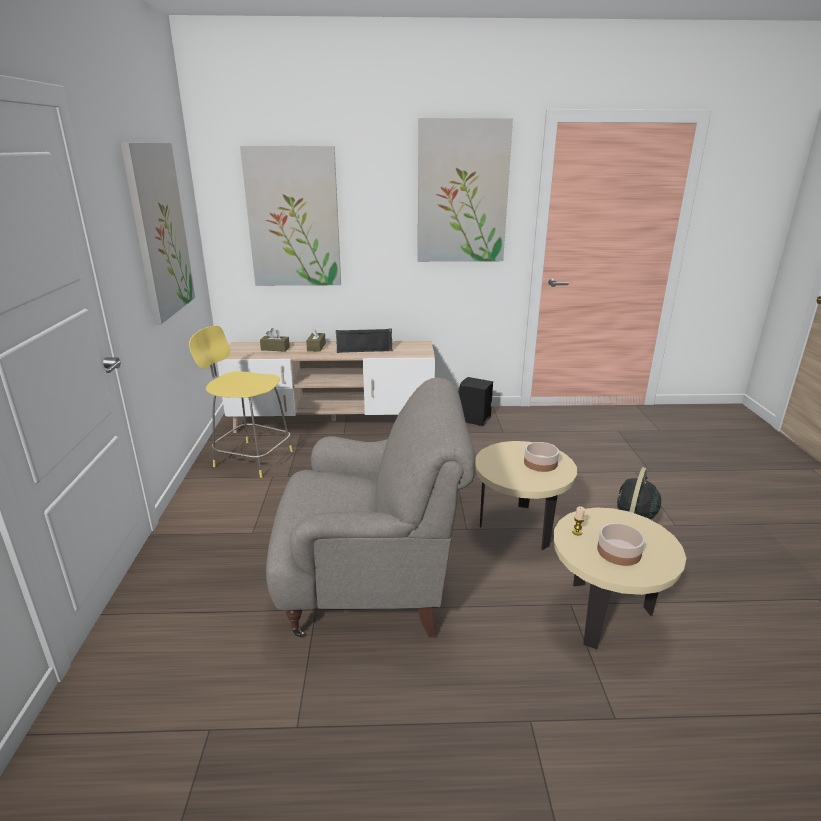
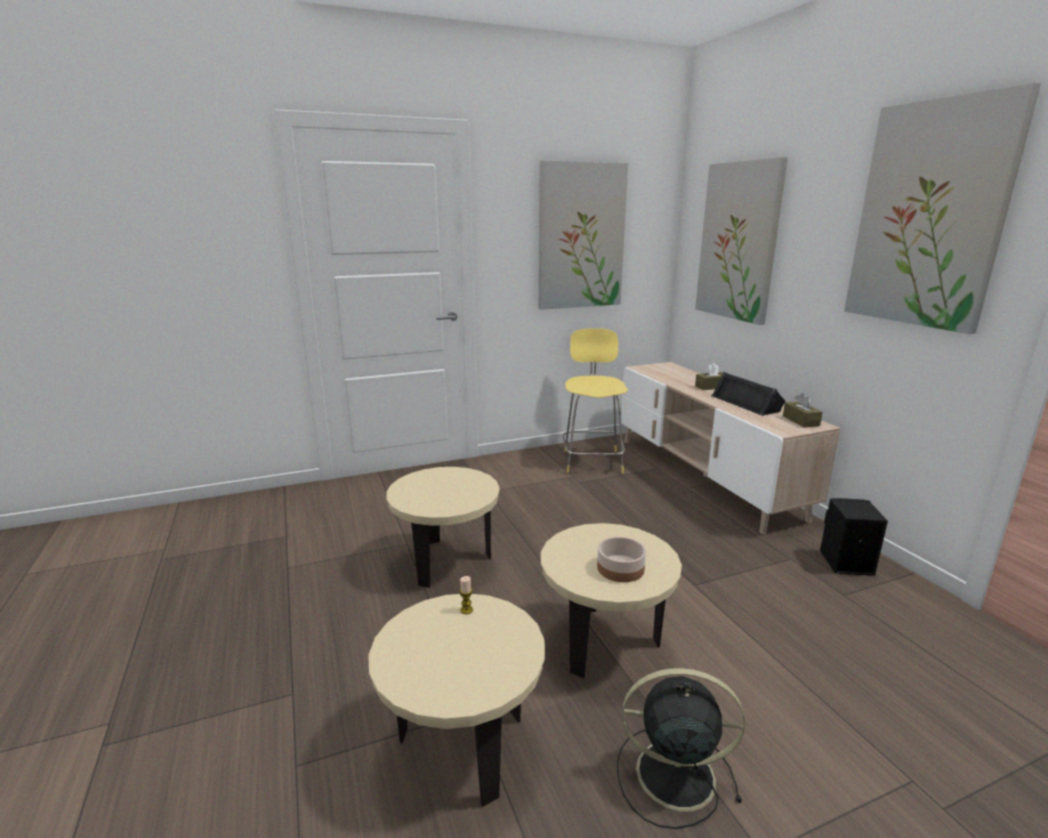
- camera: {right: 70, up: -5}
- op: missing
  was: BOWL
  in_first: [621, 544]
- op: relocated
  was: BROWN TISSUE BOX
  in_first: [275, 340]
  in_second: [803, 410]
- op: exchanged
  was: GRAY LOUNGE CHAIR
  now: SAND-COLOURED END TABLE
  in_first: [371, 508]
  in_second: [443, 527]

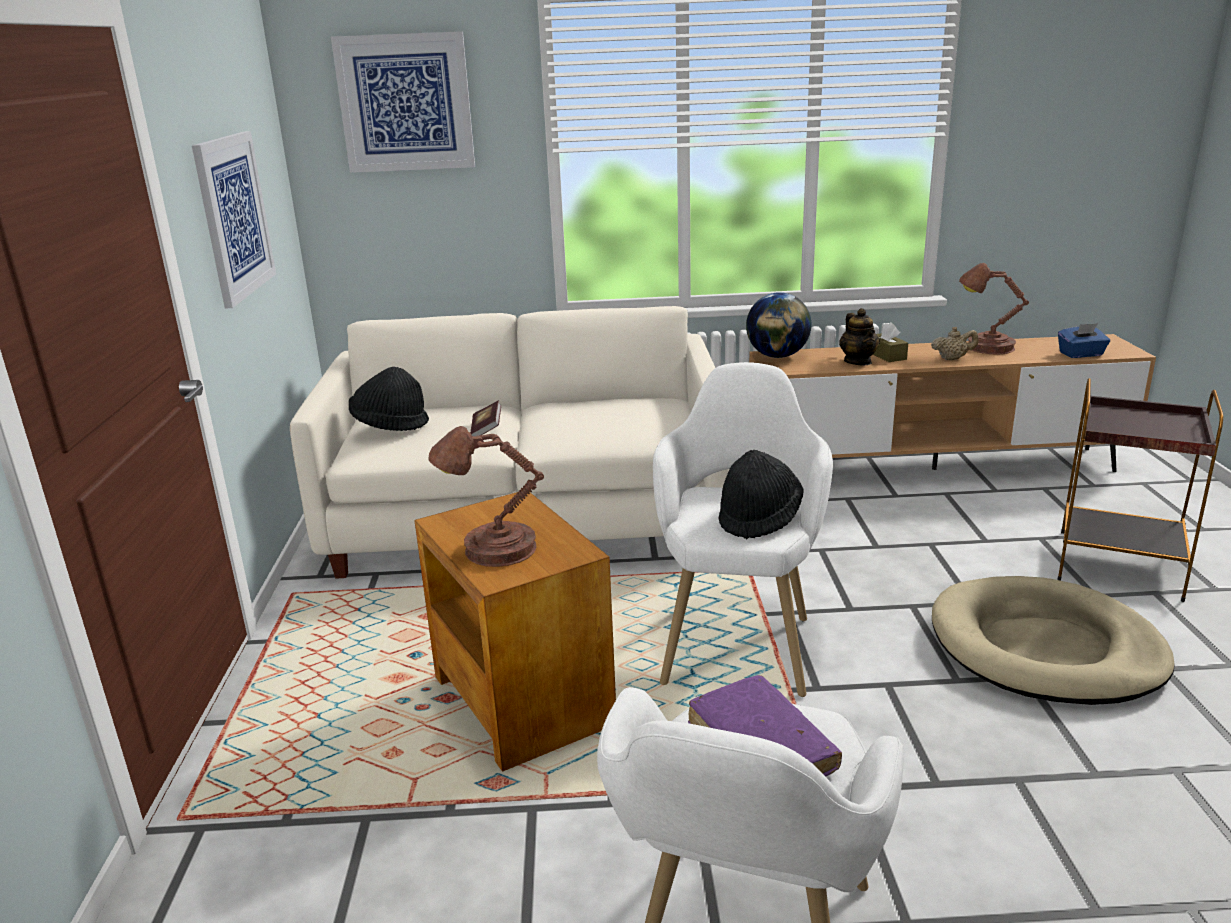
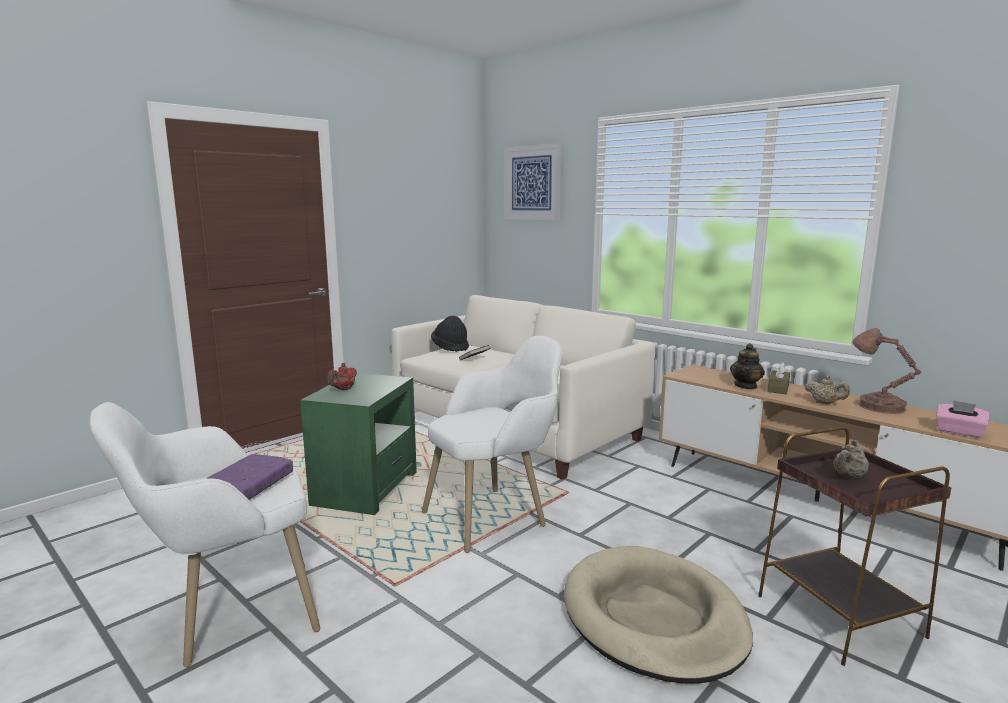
- camera: {right: 45, up: -10}
- op: missing
  was: WALL PICTURE
  in_first: [234, 220]
- op: missing
  was: BLACK HAT
  in_first: [760, 494]
- op: missing
  was: DESK GLOBE
  in_first: [778, 325]
- op: appeared
  now: SAND-COLOURED TEAPOT
  in_second: [851, 459]
- op: exchanged
  was: BROWN TABLE LAMP
  now: RED TEAPOT
  in_first: [486, 496]
  in_second: [342, 376]
- op: colour
  was: BROWN END TABLE
  now: GREEN-COLOURED END TABLE
  in_first: [515, 632]
  in_second: [358, 444]
- op: colour
  was: BLUISH TISSUE BOX
  now: PINKISH TISSUE BOX
  in_first: [1084, 340]
  in_second: [963, 419]

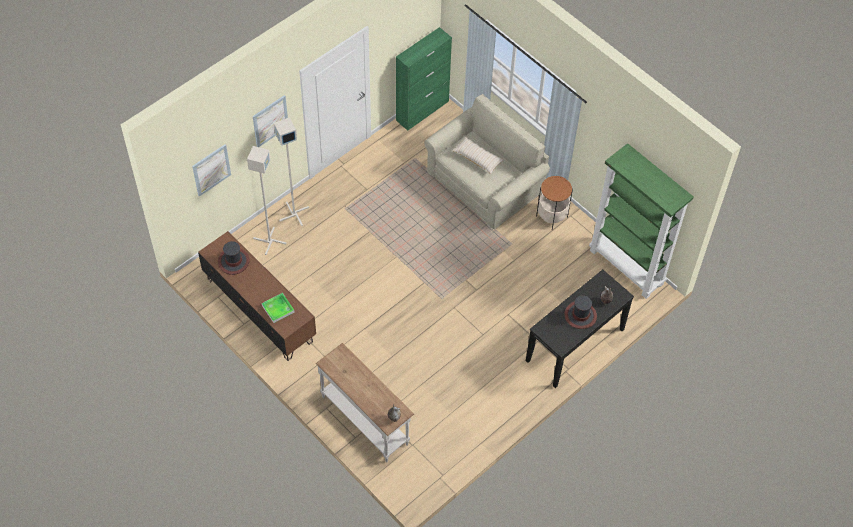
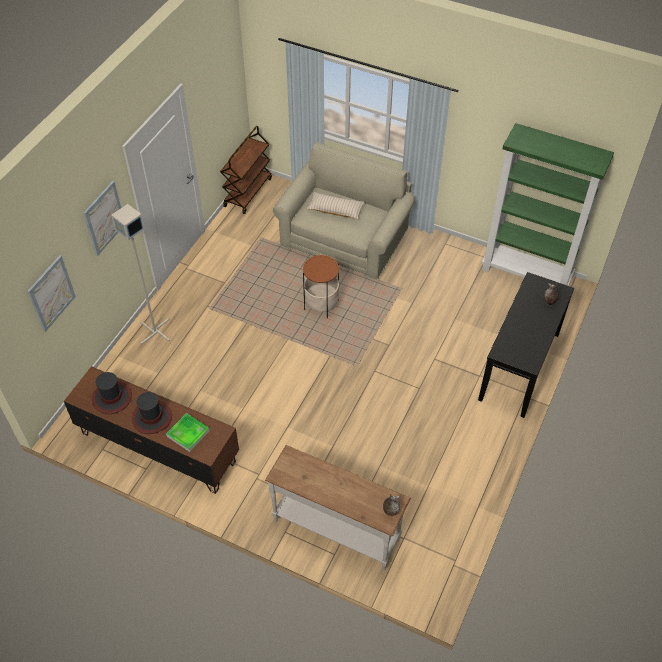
- camera: {right: -20, up: -5}
- op: missing
  was: GRAY STANDARD LAMP
  in_first: [267, 200]
- op: relocated
  was: END TABLE
  in_first: [554, 202]
  in_second: [321, 286]
- op: relocated
  was: HAT
  in_first: [580, 312]
  in_second: [152, 413]
- op: exchanged
  was: GREEN-COLOURED CUPBOARD
  now: BROWN CART
  in_first: [424, 79]
  in_second: [246, 170]

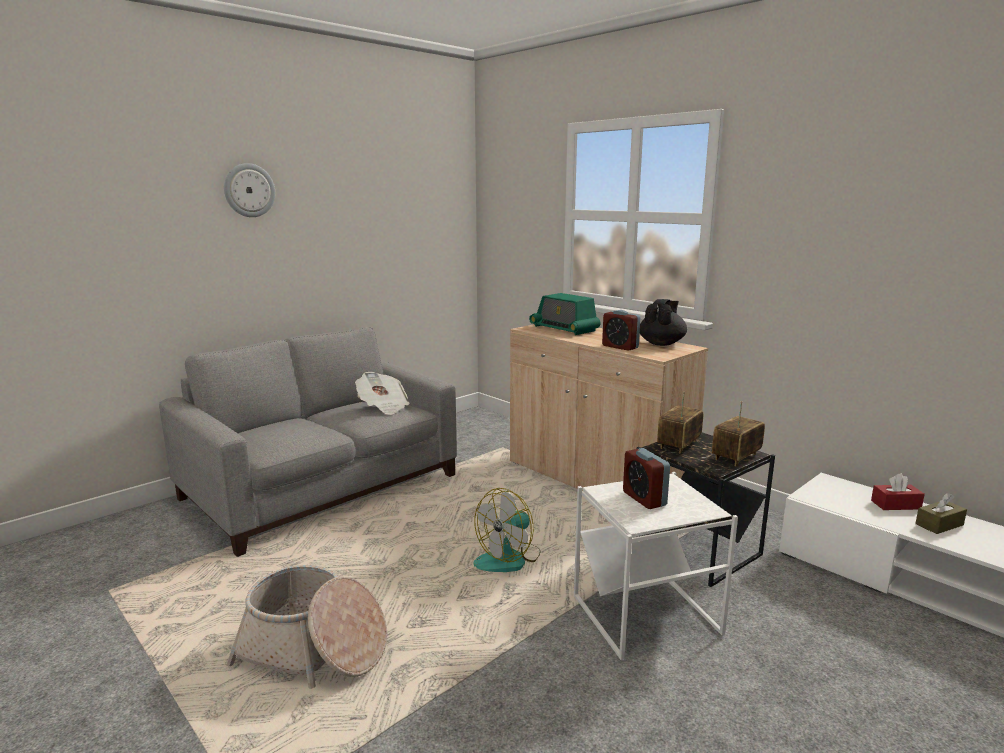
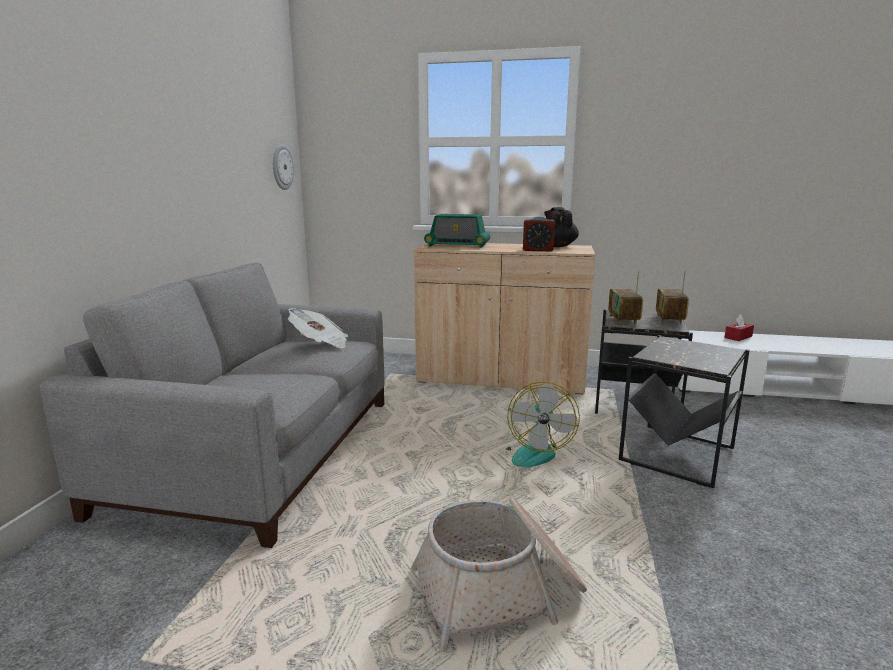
- camera: {right: -35, up: 0}
- op: missing
  was: BEDSIDE CLOCK
  in_first: [646, 478]
- op: missing
  was: BROWN TISSUE BOX
  in_first: [941, 513]
- op: relocated
  was: CLOCK ON THE WALL
  in_first: [249, 190]
  in_second: [283, 167]
- op: colour
  was: WHITE-COLOURED END TABLE
  now: BLACK END TABLE
  in_first: [656, 566]
  in_second: [684, 411]

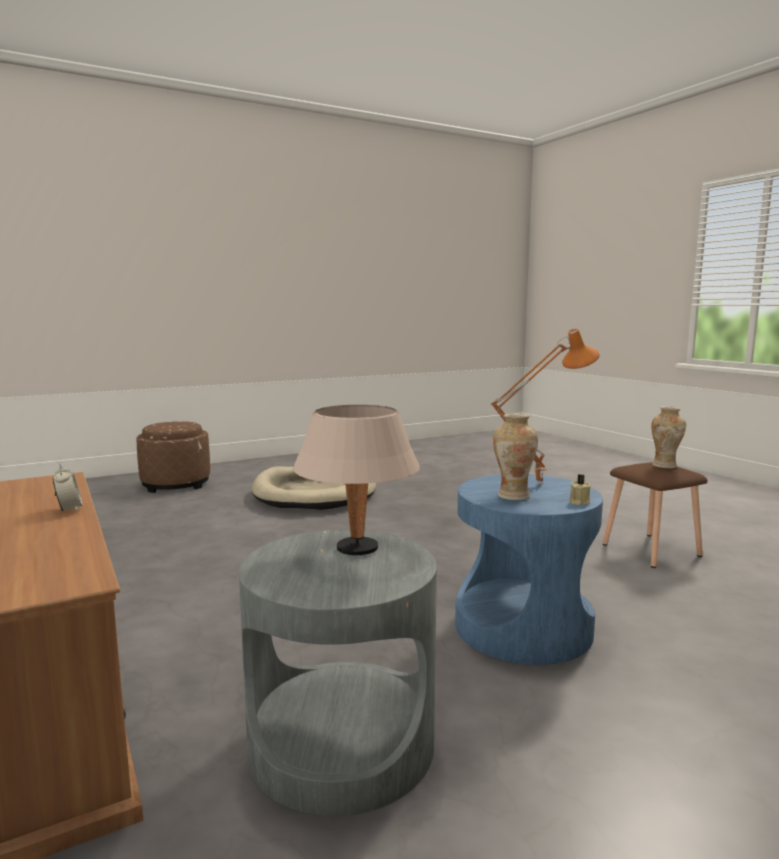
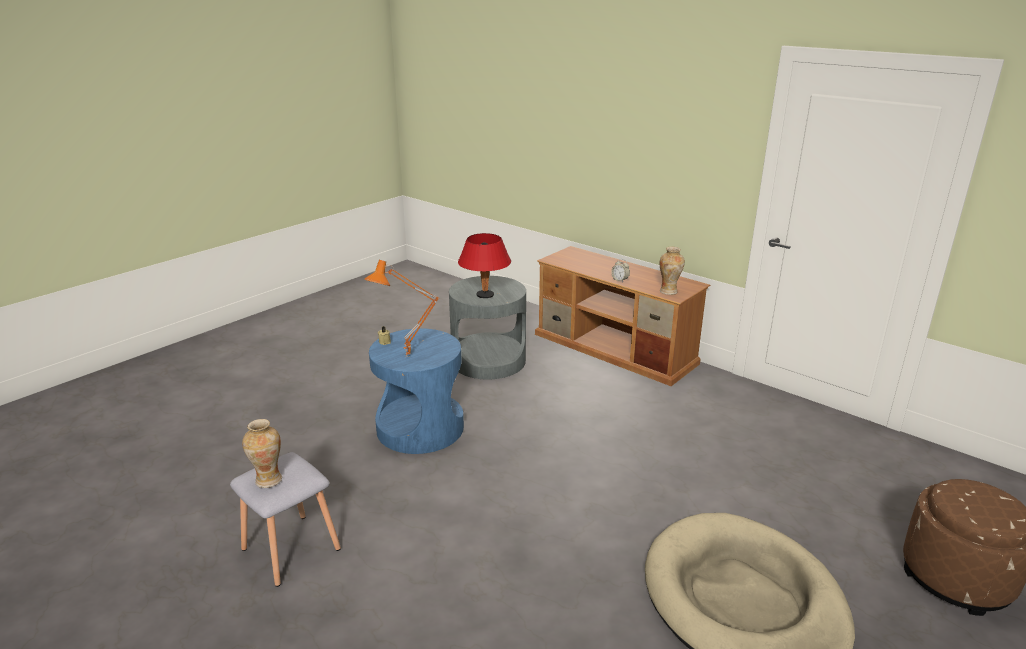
- camera: {right: 160, up: 15}
- op: relocated
  was: VASE
  in_first: [515, 457]
  in_second: [672, 271]
- op: colour
  was: SAND-COLOURED TABLE LAMP
  now: RED TABLE LAMP
  in_first: [356, 480]
  in_second: [484, 265]
- op: colour
  was: BROWN SITTING STOOL
  now: GRAY SITTING STOOL
  in_first: [655, 515]
  in_second: [285, 519]

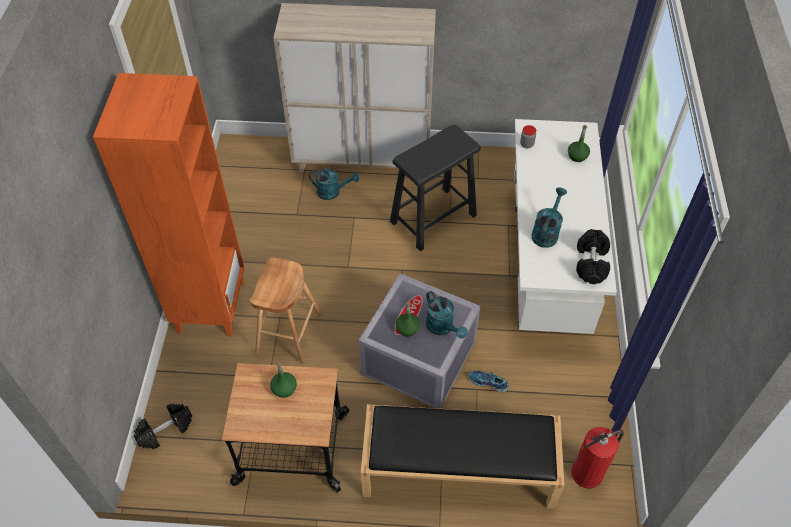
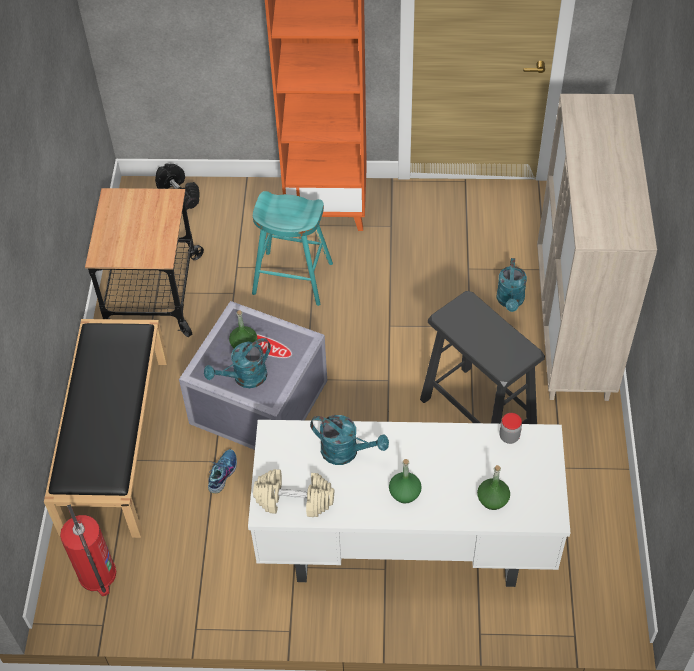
- camera: {right: 90, up: 0}
- op: relocated
  was: GREEN-COLOURED BOTTLE
  in_first: [283, 380]
  in_second: [405, 481]
- op: colour
  was: BROWN SITTING STOOL
  now: BLUE-GREEN SITTING STOOL
  in_first: [286, 310]
  in_second: [292, 248]
- op: colour
  was: BLACK DUMBBELL
  now: SAND-COLOURED DUMBBELL
  in_first: [593, 256]
  in_second: [293, 493]

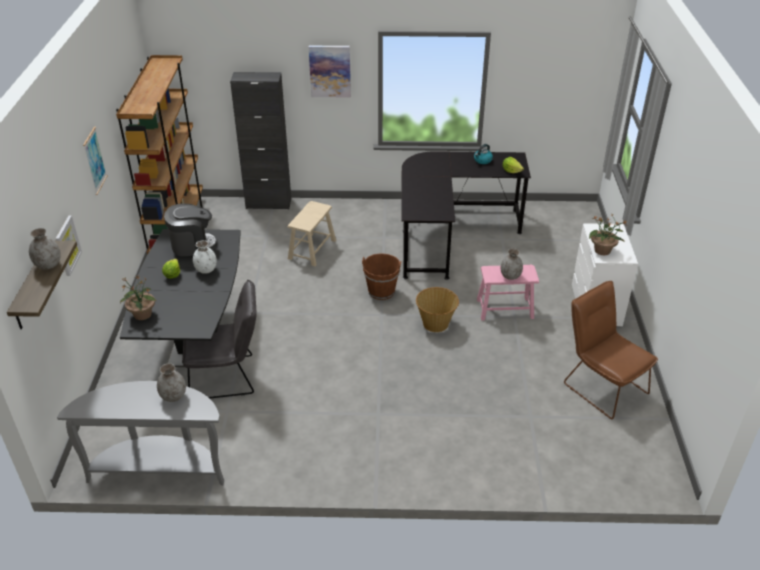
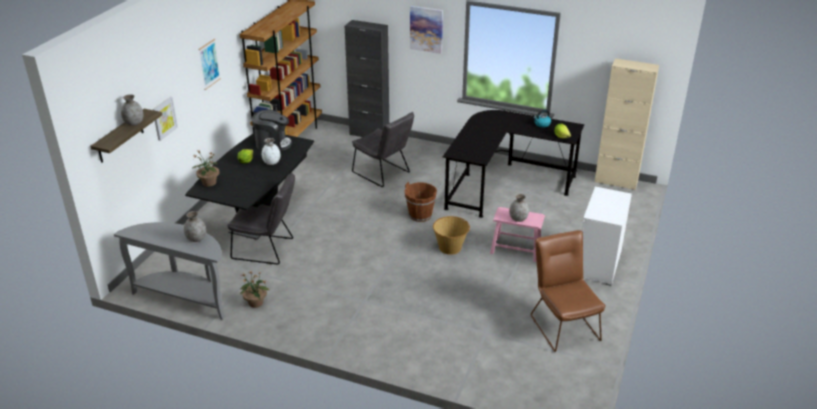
- camera: {right: 20, up: -5}
- op: appeared
  now: SAND-COLOURED CUPBOARD
  in_second: [627, 124]
- op: relocated
  was: POTTED PLANT
  in_first: [608, 234]
  in_second: [254, 290]
- op: exchanged
  was: SAND-COLOURED SITTING STOOL
  now: GRAY UPRIGHT CHAIR
  in_first: [312, 233]
  in_second: [383, 149]

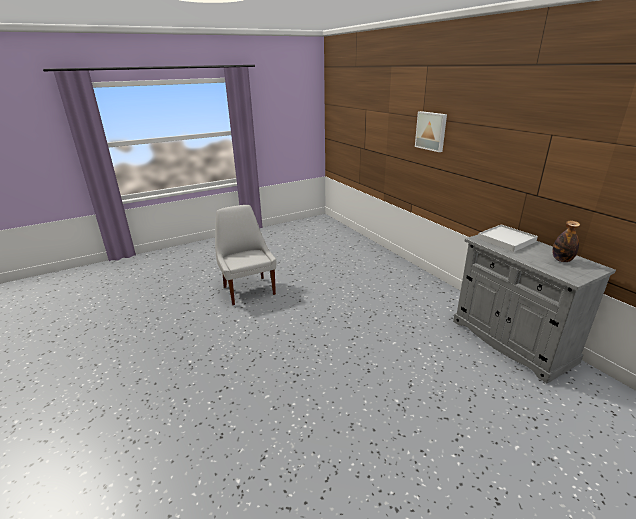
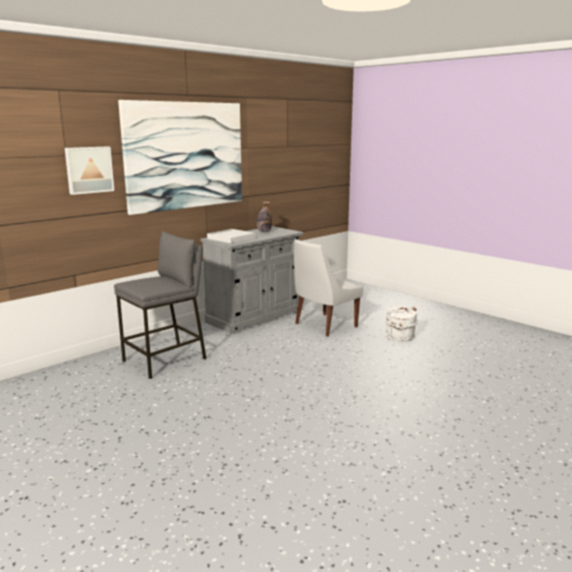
- camera: {right: -105, up: -10}
- op: appeared
  now: GRAY SITTING STOOL
  in_second: [160, 305]
- op: appeared
  now: WALL PICTURE
  in_second: [180, 157]
- op: appeared
  now: WHITE-COLOURED WATER BUCKET
  in_second: [401, 323]
- op: relocated
  was: WHITE-COLOURED UPRIGHT CHAIR
  in_first: [245, 255]
  in_second: [328, 288]

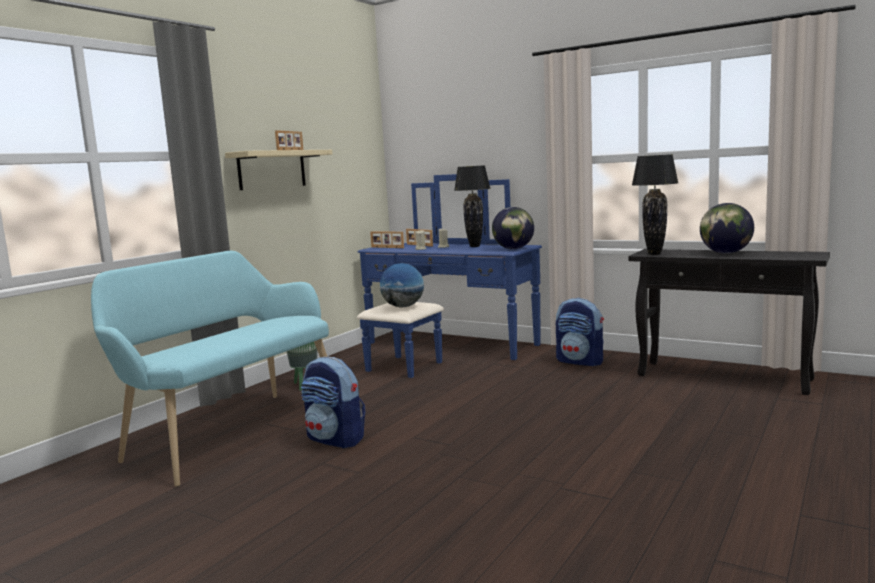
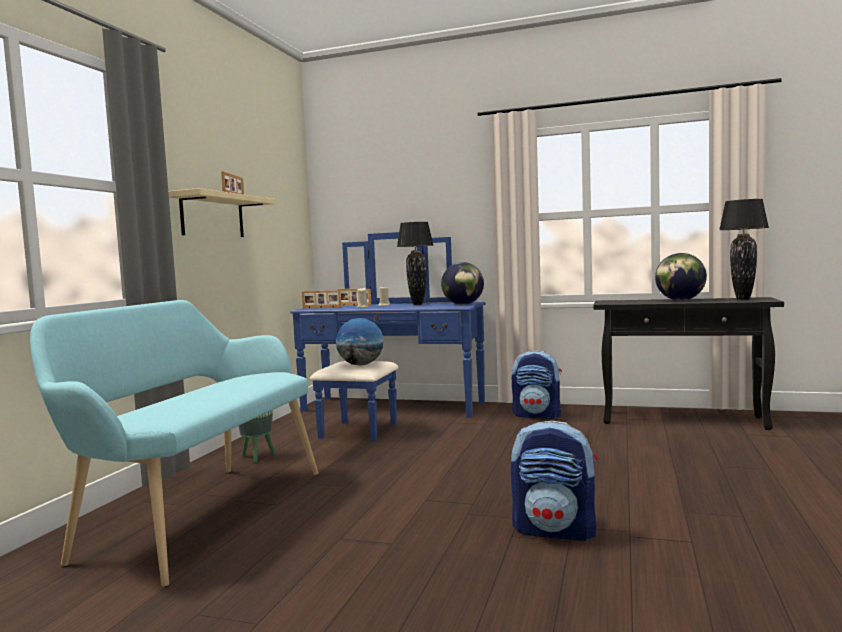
- camera: {right: -15, up: -5}
- op: relocated
  was: KNAPSACK
  in_first: [333, 402]
  in_second: [554, 481]
- op: relocated
  was: BLACK TABLE LAMP
  in_first: [655, 204]
  in_second: [744, 249]

